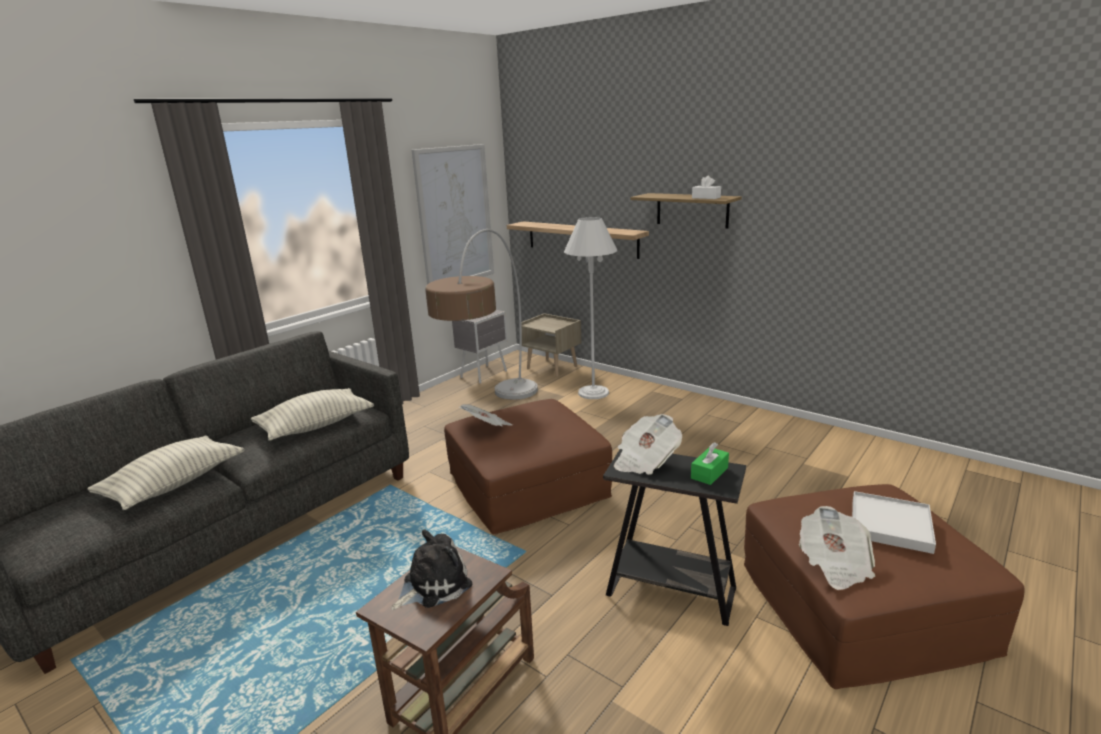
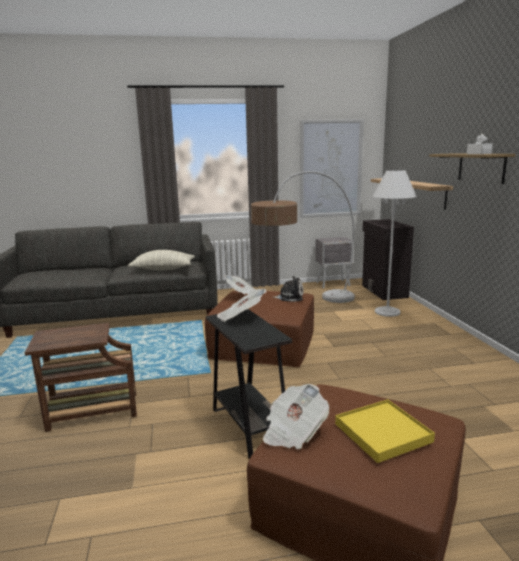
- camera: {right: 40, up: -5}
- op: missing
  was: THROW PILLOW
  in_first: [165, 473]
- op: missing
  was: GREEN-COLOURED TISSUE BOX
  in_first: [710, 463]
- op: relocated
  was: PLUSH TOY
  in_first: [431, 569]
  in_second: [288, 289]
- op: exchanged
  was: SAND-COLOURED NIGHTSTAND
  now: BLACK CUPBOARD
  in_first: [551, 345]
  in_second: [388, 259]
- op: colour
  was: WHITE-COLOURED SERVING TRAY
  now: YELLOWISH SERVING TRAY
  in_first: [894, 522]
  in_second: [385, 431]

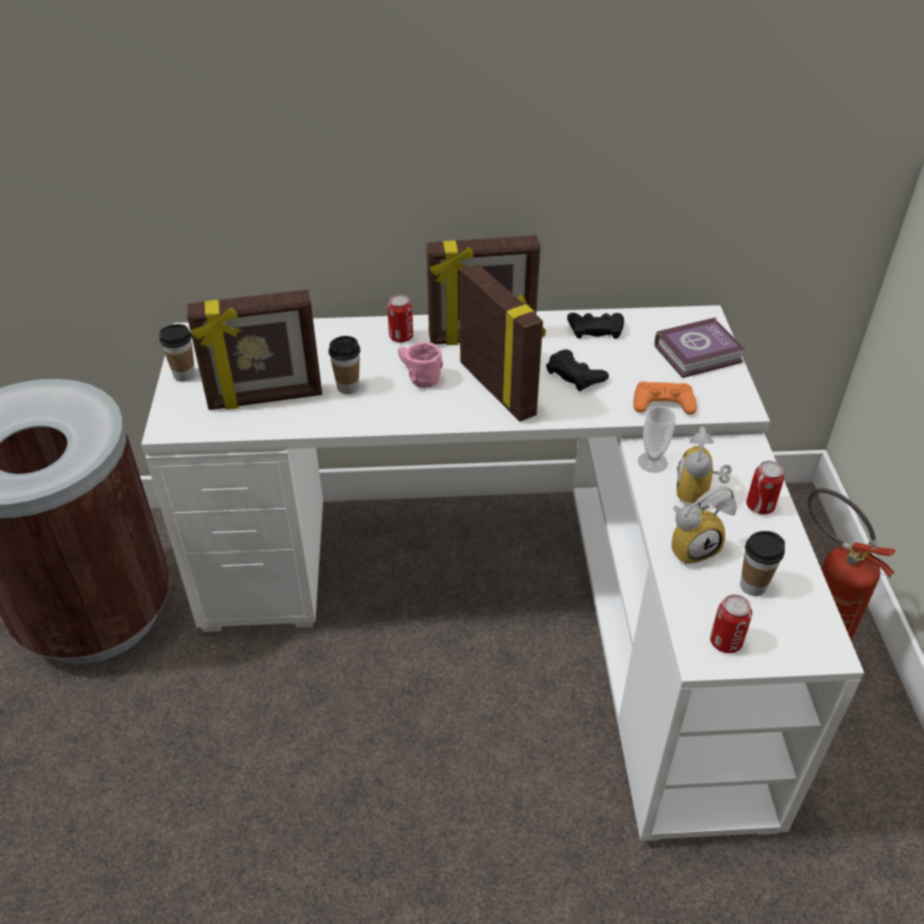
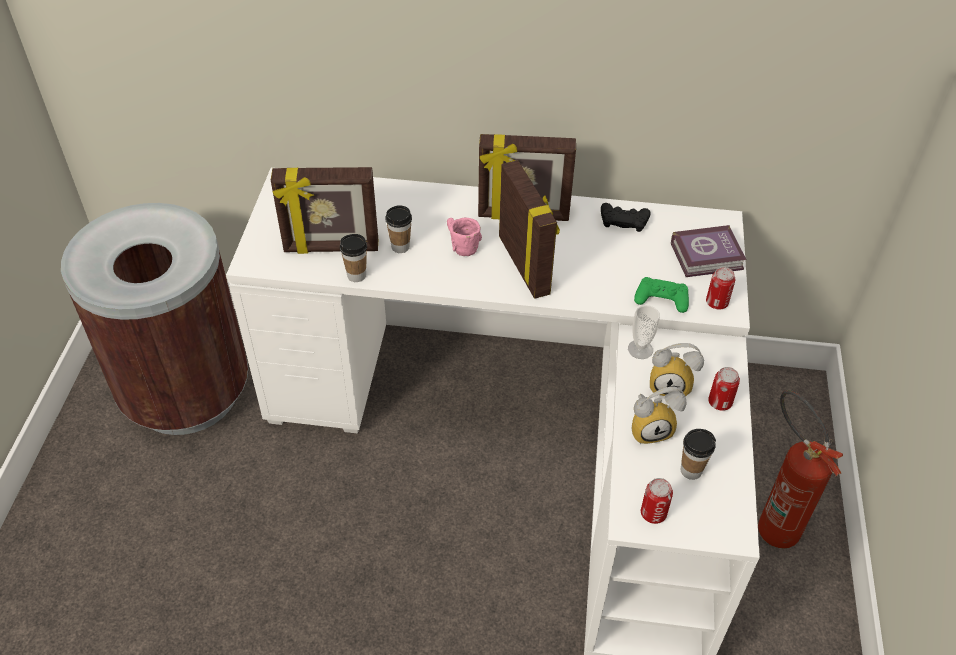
- camera: {right: 10, up: 5}
- op: missing
  was: BLACK JOYPAD
  in_first: [577, 370]
- op: relocated
  was: SMALL CUP
  in_first: [177, 353]
  in_second: [353, 258]
- op: relocated
  was: METAL CAN
  in_first: [400, 318]
  in_second: [720, 288]
- op: colour
  was: ORANGE-COLOURED JOYPAD
  now: GREEN-COLOURED JOYPAD
  in_first: [665, 398]
  in_second: [661, 295]
- op: spun
  was: BEDSIDE CLOCK
  in_first: [704, 467]
  in_second: [677, 369]
  clockwise: -105

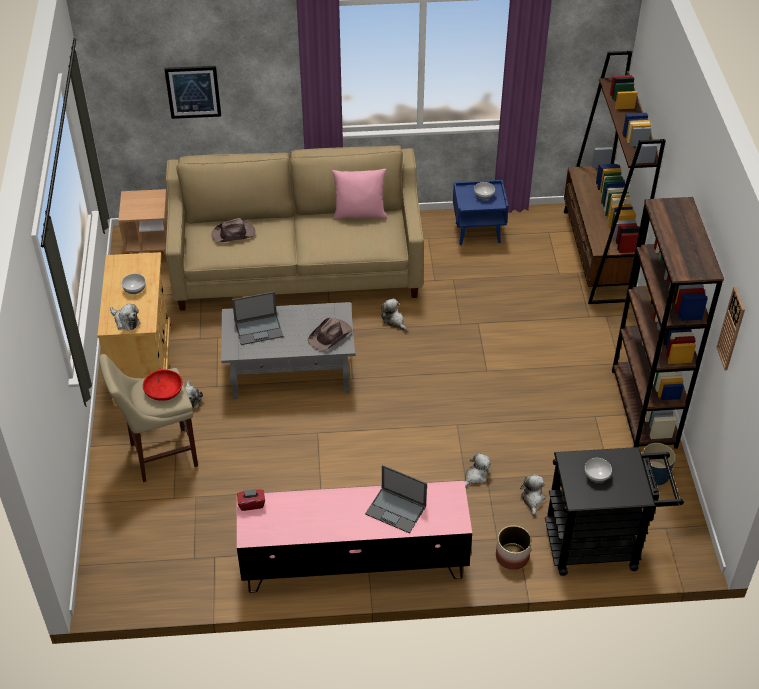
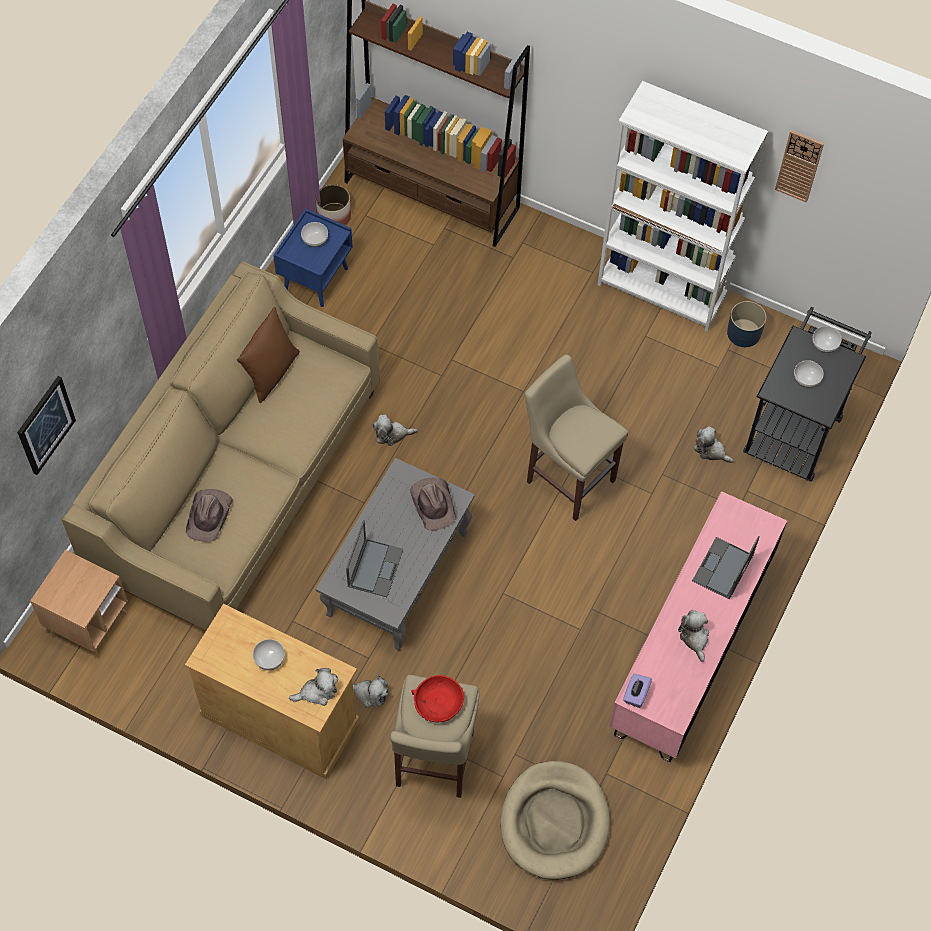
- camera: {right: -60, up: 15}
- op: appeared
  now: SAND-COLOURED PET BED
  in_second: [555, 820]
- op: appeared
  now: SAND-COLOURED SITTING STOOL
  in_second: [576, 438]
- op: appeared
  now: BOWL
  in_second: [827, 339]
- op: relocated
  was: PLUSH TOY
  in_first: [478, 470]
  in_second: [693, 636]
- op: relocated
  was: PLANT POT
  in_first: [514, 547]
  in_second: [333, 204]
- op: colour
  was: RED TISSUE BOX
  now: PURPLE TISSUE BOX
  in_first: [251, 500]
  in_second: [637, 691]
- op: colour
  was: PINKISH THROW PILLOW
  now: BROWN THROW PILLOW
  in_first: [359, 194]
  in_second: [268, 355]
- op: colour
  was: BROWN SHELVING UNIT
  now: WHITE-COLOURED SHELVING UNIT
  in_first: [668, 323]
  in_second: [683, 206]
- op: spun
  was: LAPTOP
  in_first: [396, 499]
  in_second: [725, 568]
  clockwise: 150

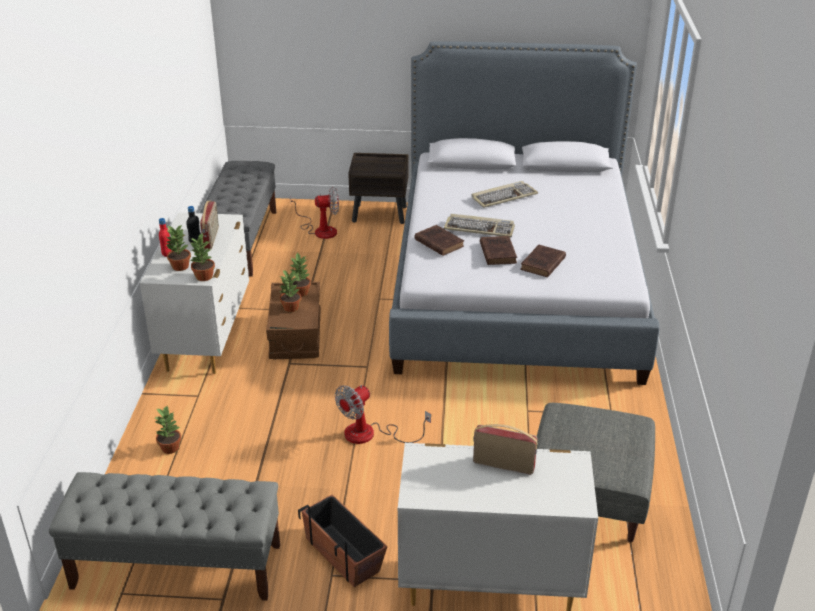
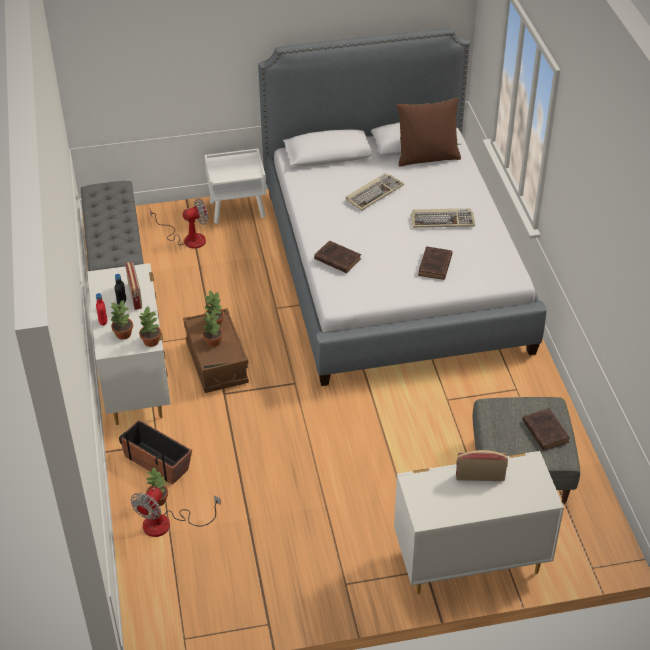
- camera: {right: -15, up: 10}
- op: missing
  was: GRAY BENCH
  in_first: [164, 536]
- op: appeared
  now: BROWN THROW PILLOW
  in_second: [428, 132]
- op: relocated
  was: PLANT POT
  in_first: [342, 540]
  in_second: [155, 452]
- op: relocated
  was: COOLING FAN
  in_first: [383, 414]
  in_second: [176, 512]
- op: relocated
  was: COMPUTER KEYBOARD
  in_first: [479, 226]
  in_second: [443, 218]
- op: relocated
  was: BROWN VOLUME
  in_first: [498, 250]
  in_second: [546, 429]
- op: colour
  was: BROWN NIGHTSTAND
  now: WHITE-COLOURED NIGHTSTAND
  in_first: [378, 188]
  in_second: [235, 186]

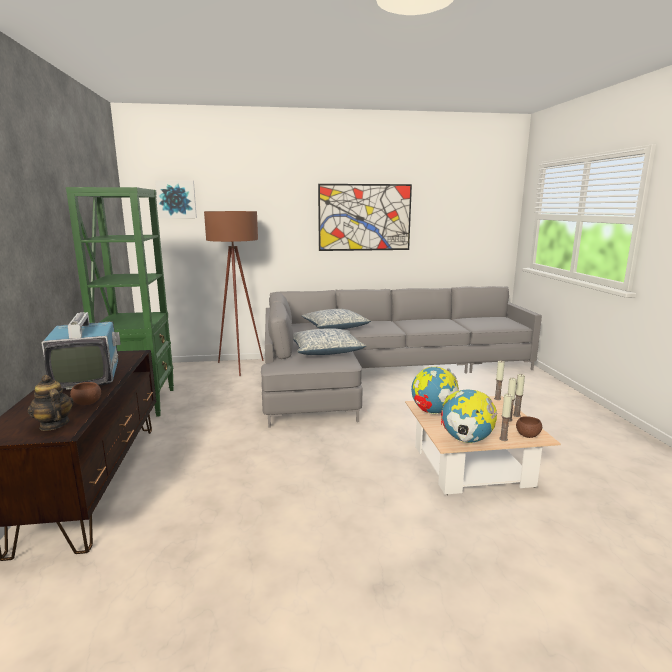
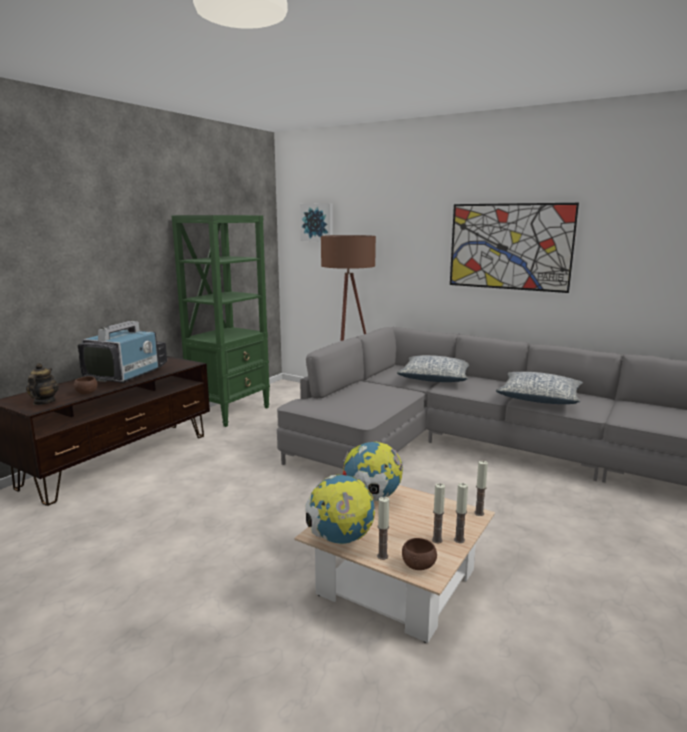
- camera: {right: 40, up: 0}
- op: relocated
  was: THROW PILLOW
  in_first: [329, 341]
  in_second: [539, 388]

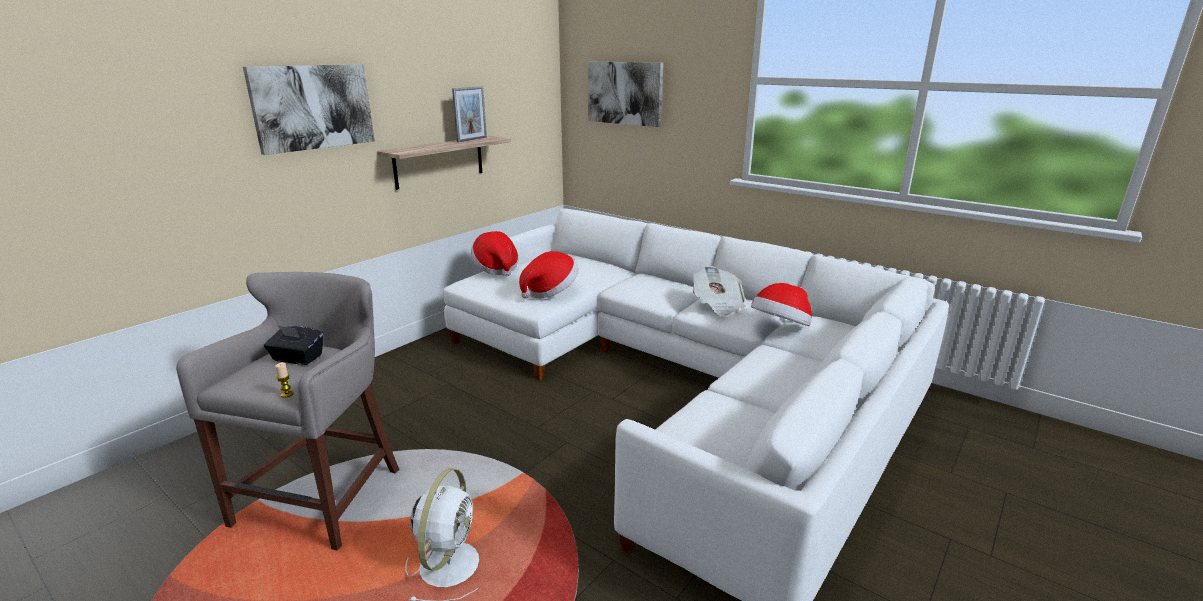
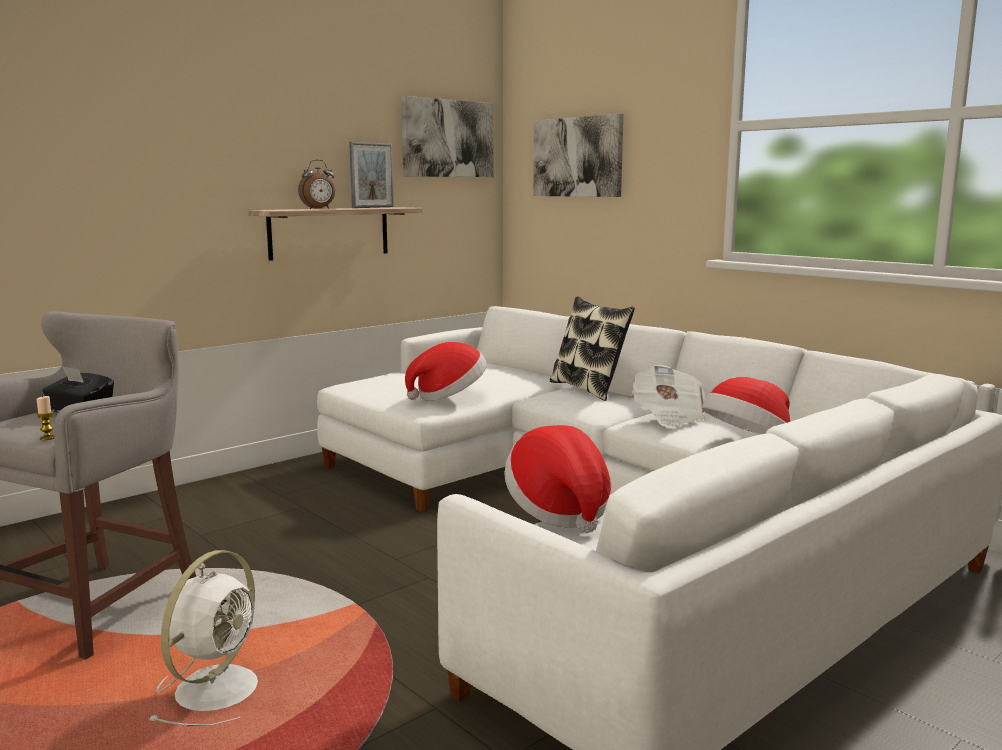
- camera: {right: 10, up: -10}
- op: appeared
  now: BEDSIDE CLOCK
  in_second: [316, 184]
- op: appeared
  now: THROW PILLOW
  in_second: [592, 348]
- op: relocated
  was: WALL PICTURE
  in_first: [309, 109]
  in_second: [447, 136]
- op: relocated
  was: HAT
  in_first: [494, 253]
  in_second: [557, 479]

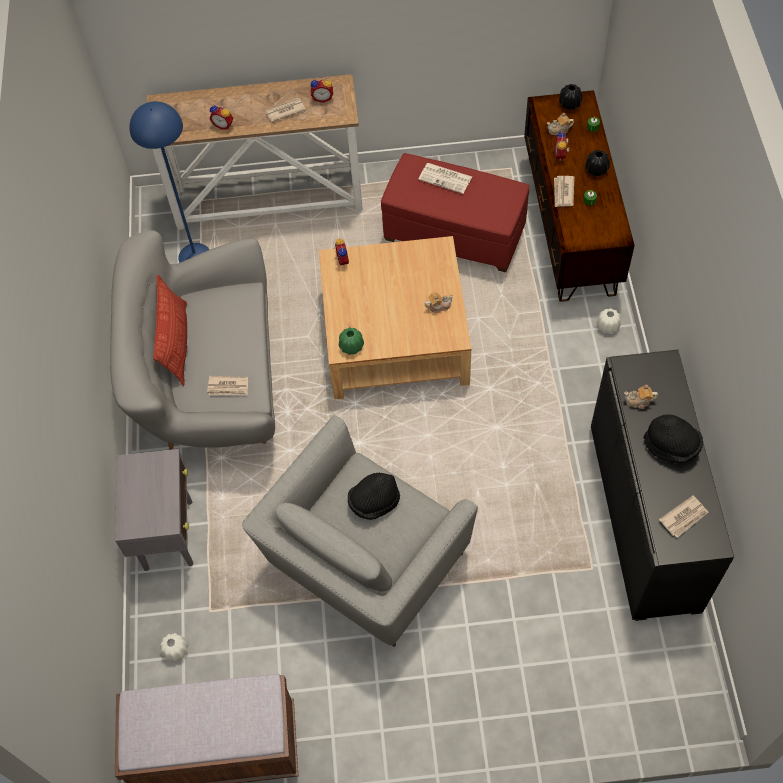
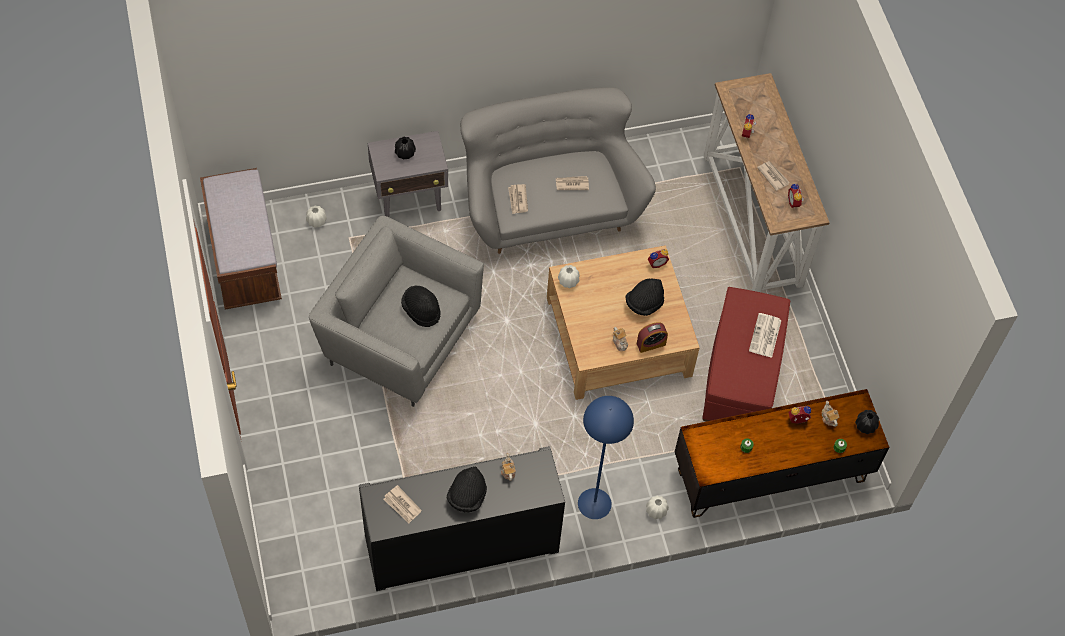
- camera: {right: 75, up: 0}
- op: missing
  was: THROW PILLOW
  in_first: [170, 330]
- op: appeared
  now: BLACK HAT
  in_second: [645, 297]
- op: appeared
  now: BEDSIDE CLOCK
  in_second: [652, 337]
- op: relocated
  was: BLUISH STANDARD LAMP
  in_first: [169, 182]
  in_second: [606, 457]
- op: relocated
  was: NEWSPAPER
  in_first: [564, 191]
  in_second: [572, 183]
- op: relocated
  was: BLACK VASE
  in_first: [597, 163]
  in_second: [405, 148]
- op: colour
  was: GREEN-COLOURED VASE
  now: WHITE-COLOURED VASE
  in_first: [351, 341]
  in_second: [569, 276]

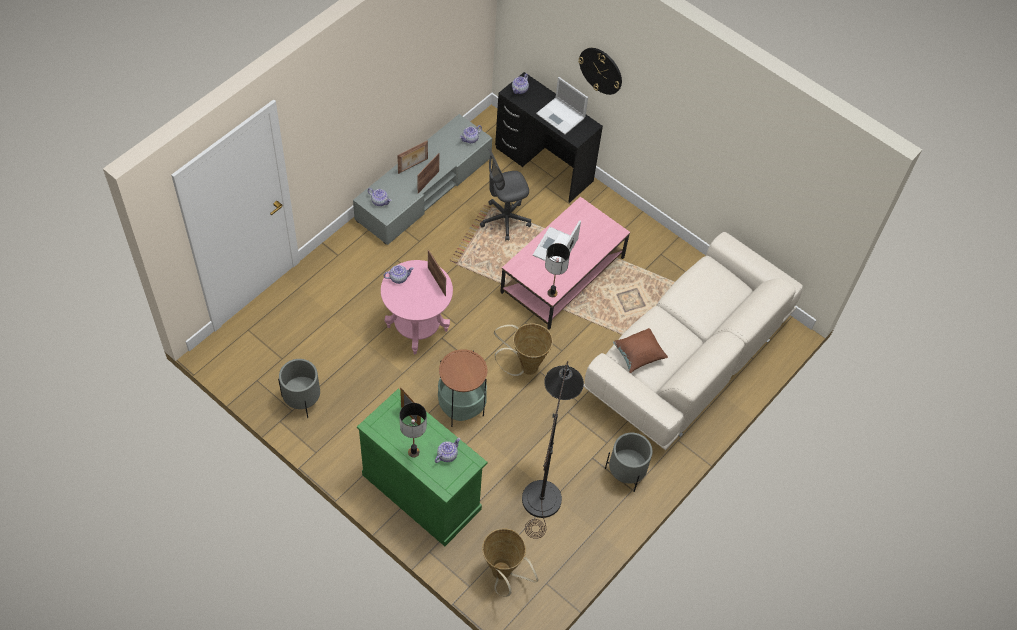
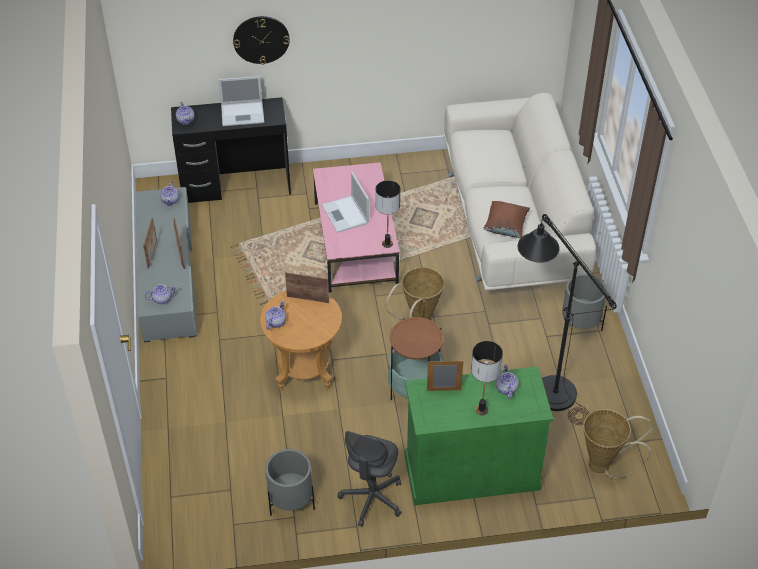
- camera: {right: -45, up: -10}
- op: relocated
  was: GRAY OFFICE CHAIR
  in_first: [505, 194]
  in_second: [369, 479]
- op: colour
  was: PINKISH END TABLE
  now: BROWN END TABLE
  in_first: [417, 307]
  in_second: [301, 341]

